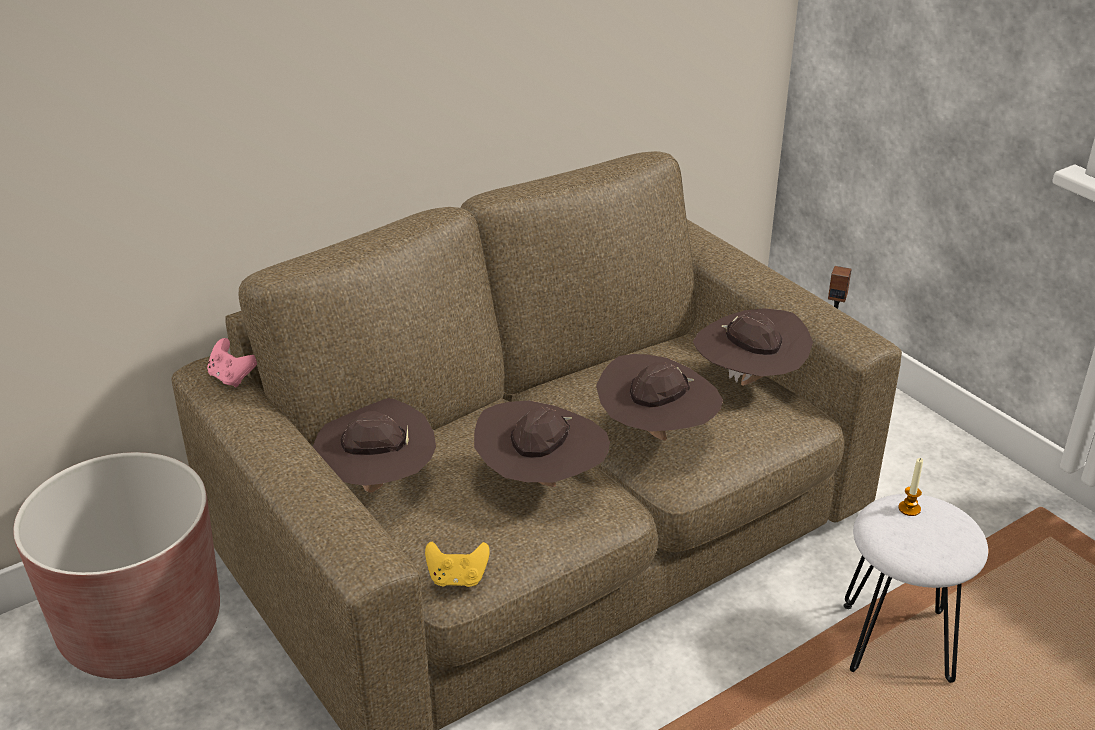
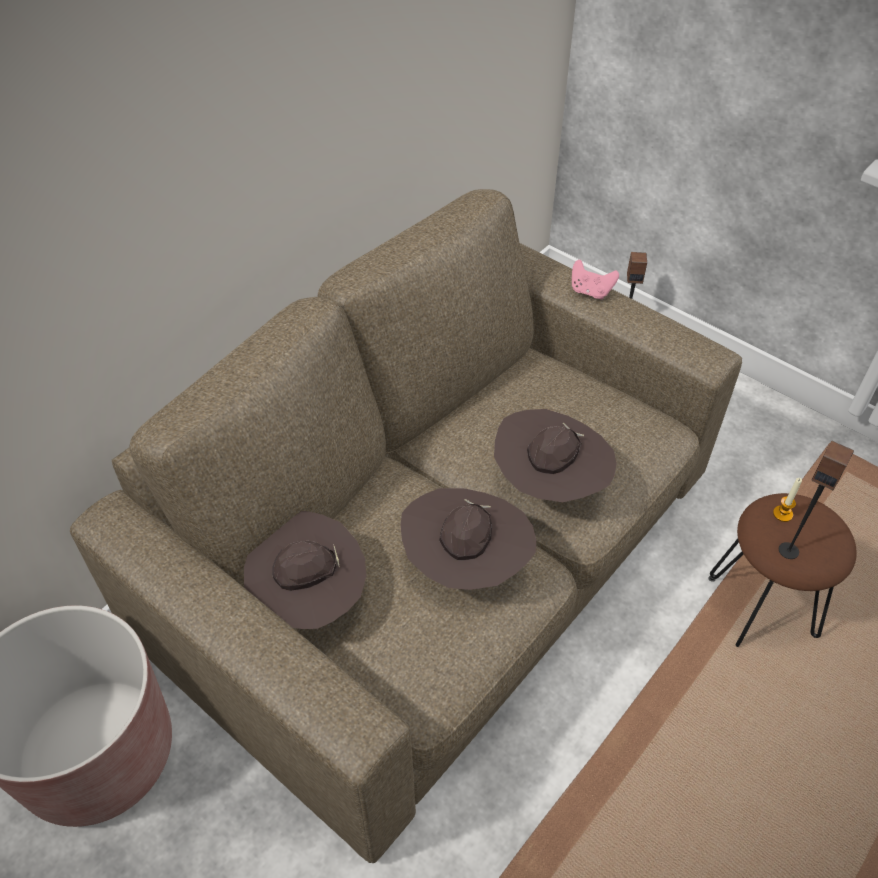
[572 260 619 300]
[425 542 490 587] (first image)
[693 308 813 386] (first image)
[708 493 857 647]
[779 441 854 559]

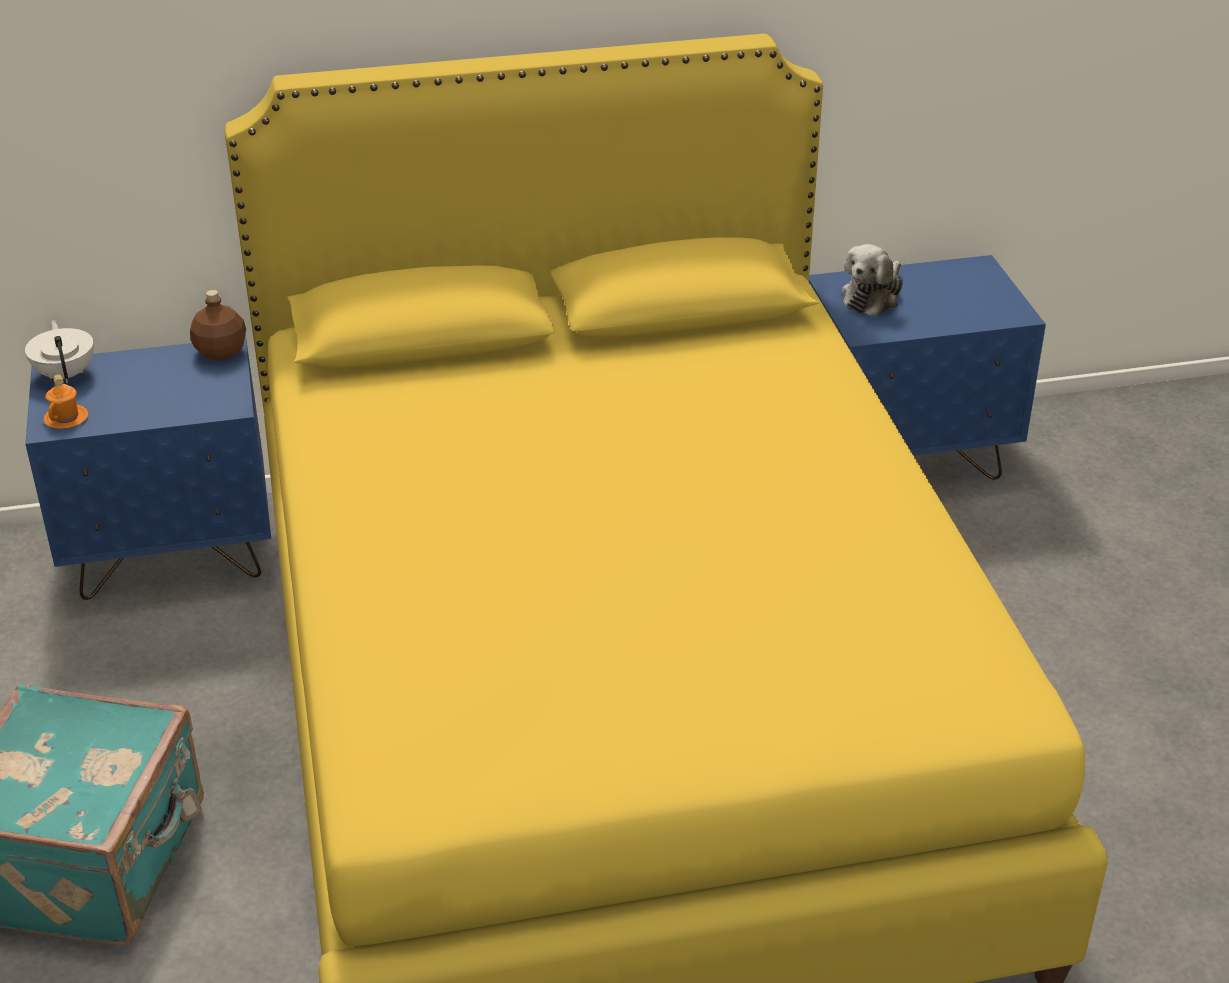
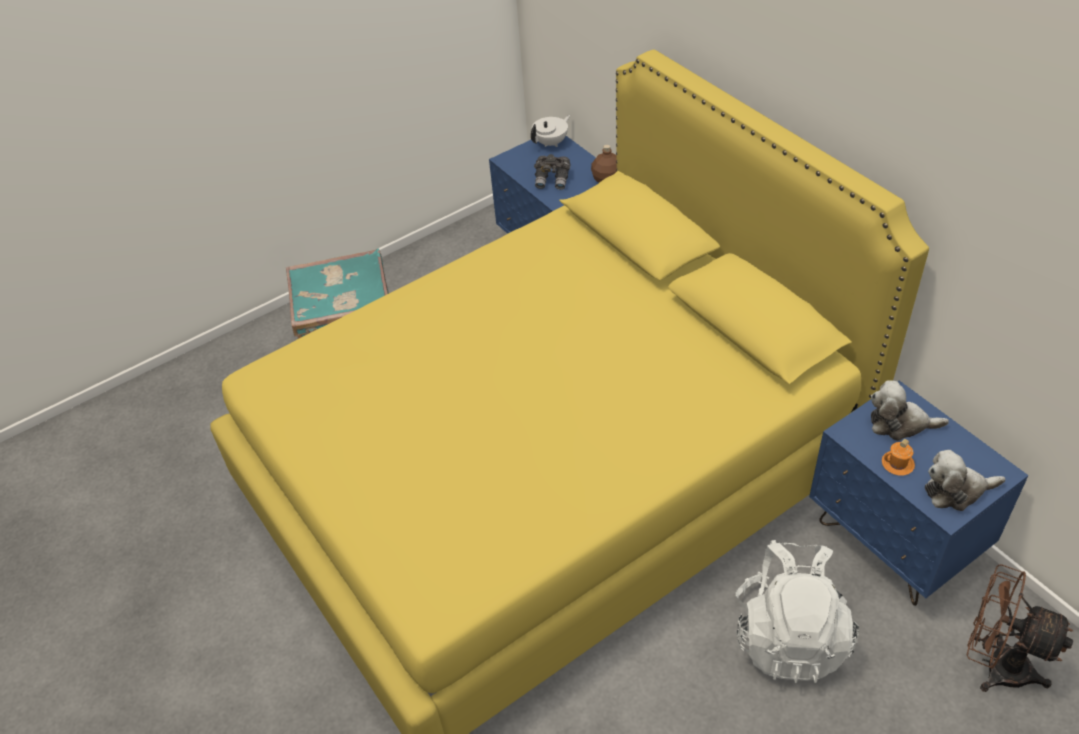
[882 439 915 476]
[534 154 571 190]
[736 540 859 683]
[925 450 1006 511]
[967 564 1073 692]

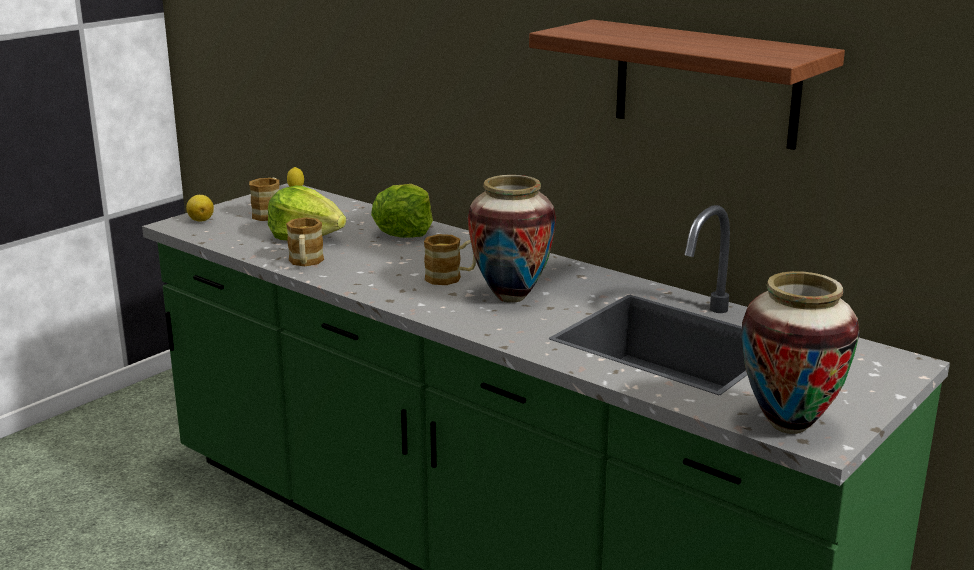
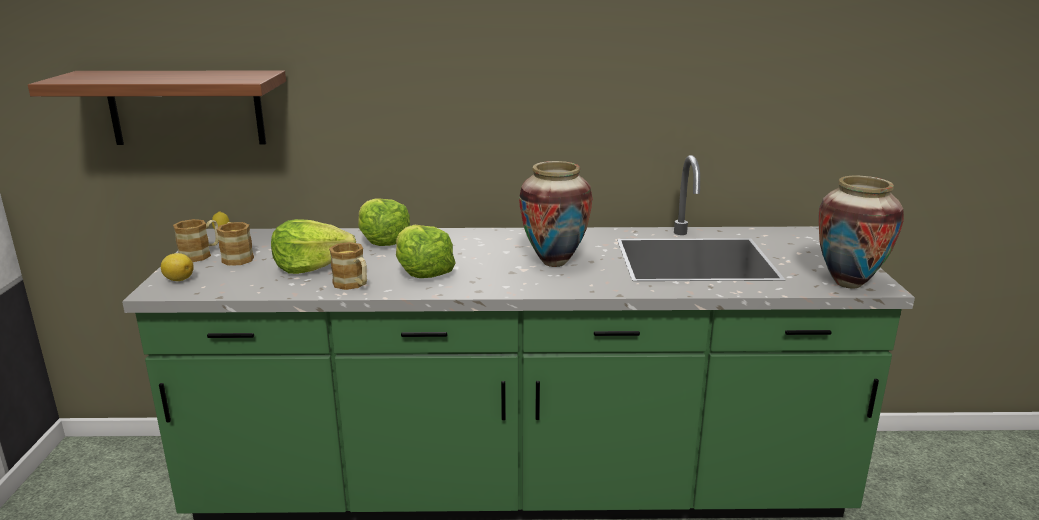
[173 219 219 262]
[28 70 286 145]
[396 225 456 278]

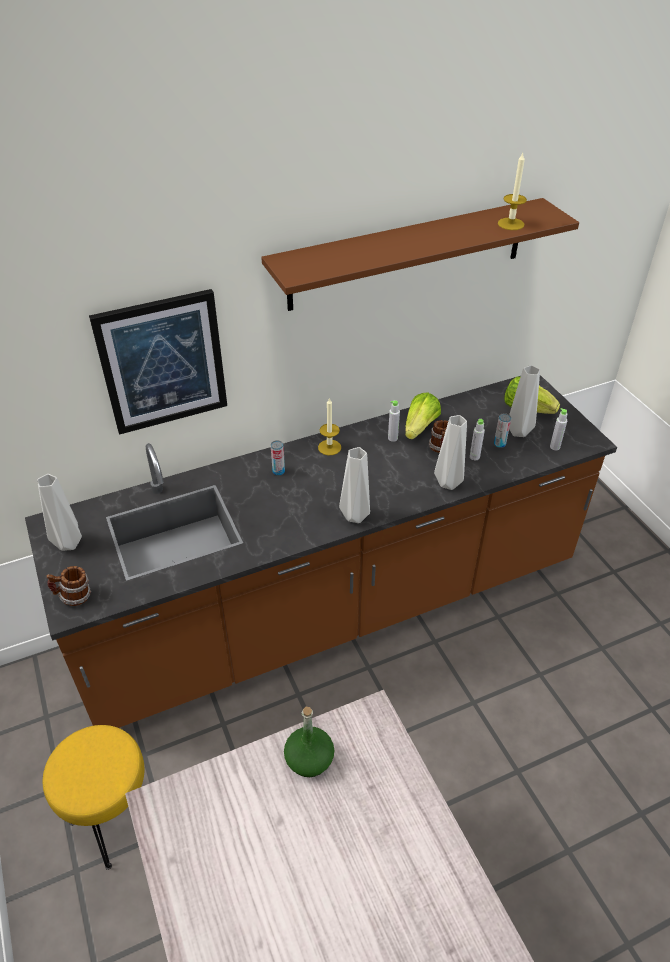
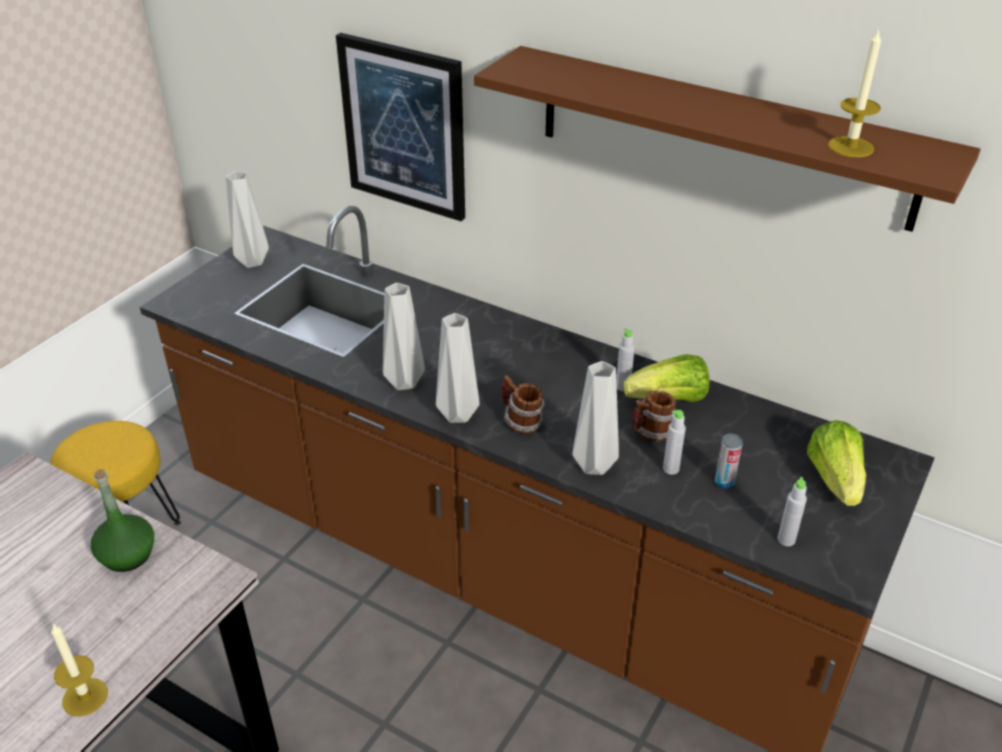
[501 375 545 434]
[271 440 285 476] (first image)
[51 624 108 717]
[383 283 425 390]

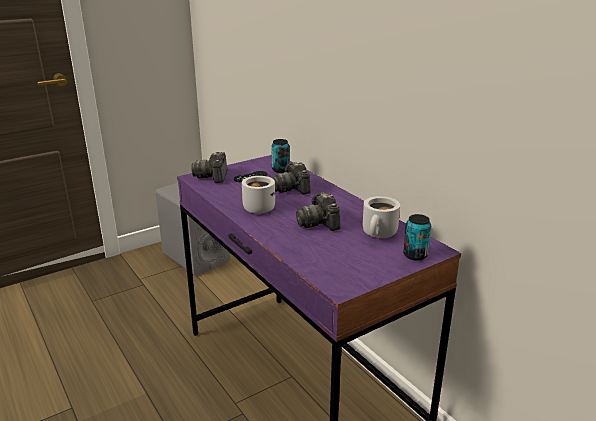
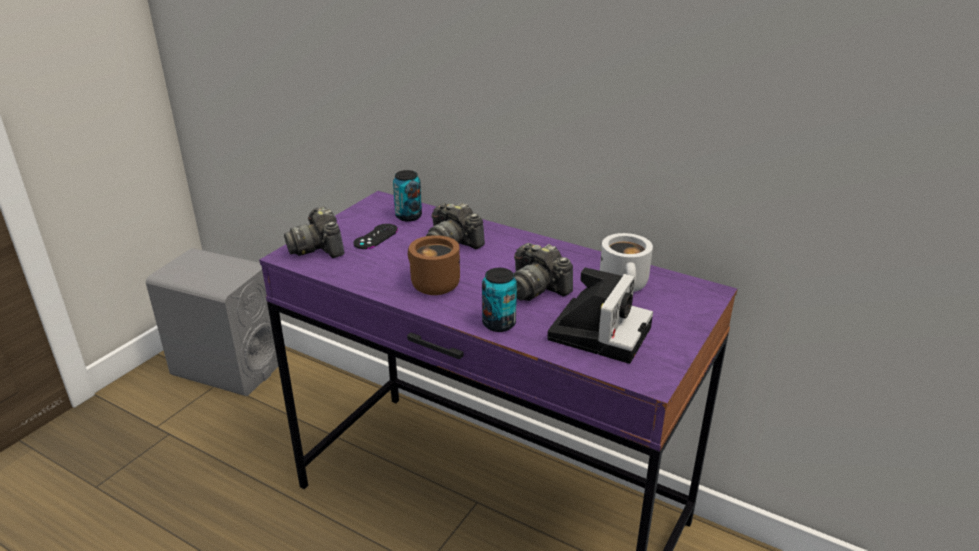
[408 235 460 295]
[482 268 517 332]
[547 267 653 364]

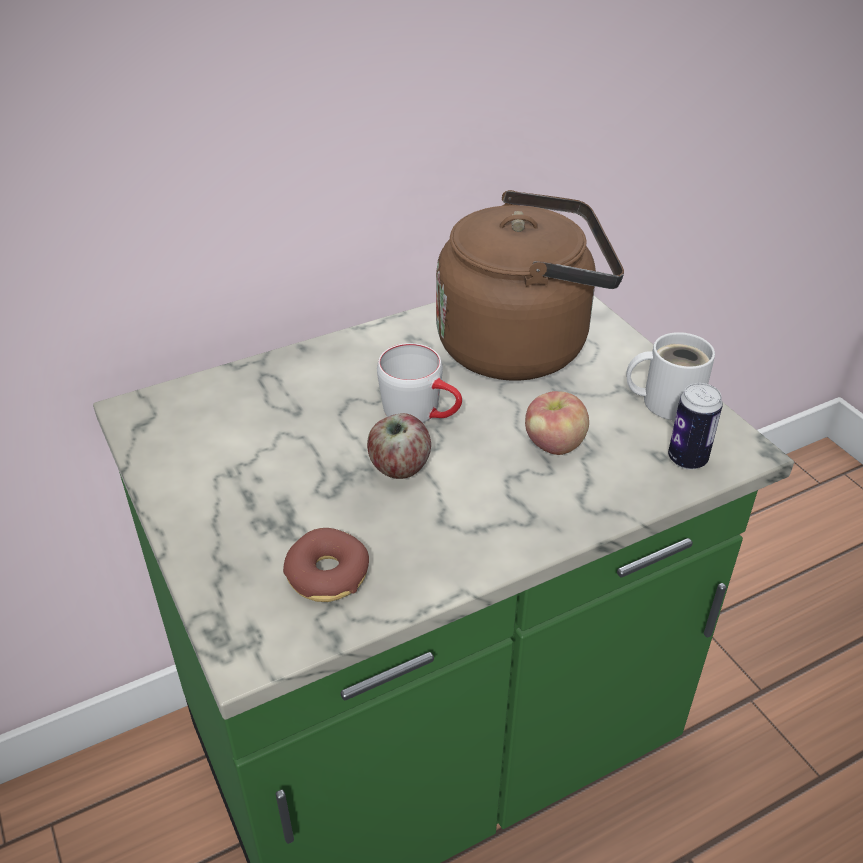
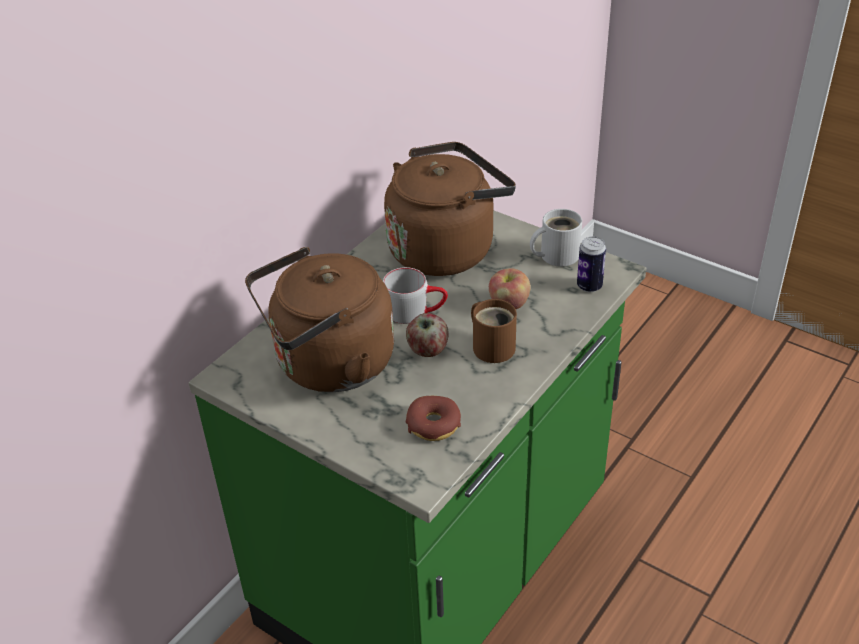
[245 247 394 392]
[471 299 517 363]

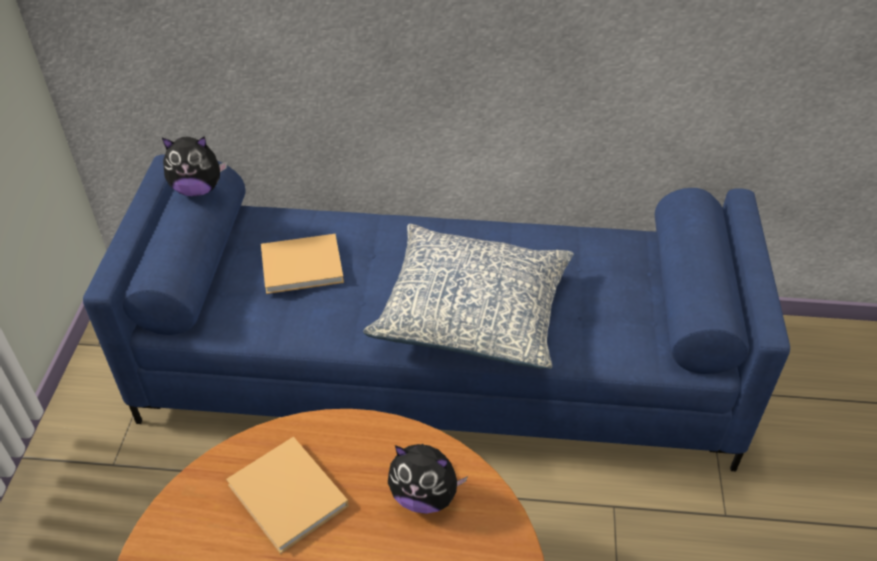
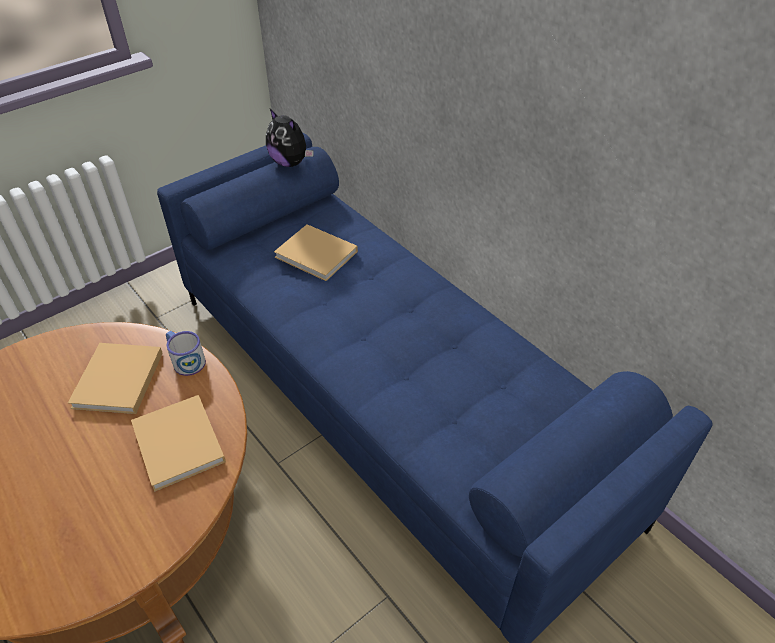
[363 224 574 369] (first image)
[131 395 226 492]
[166 331 206 376]

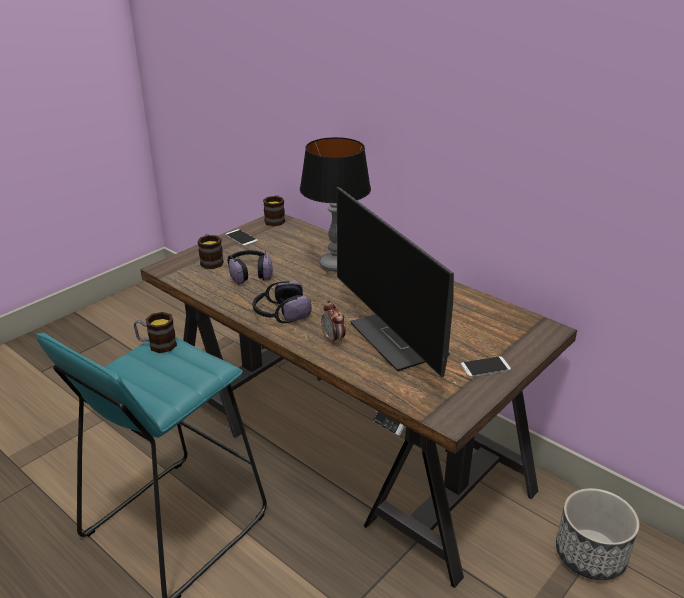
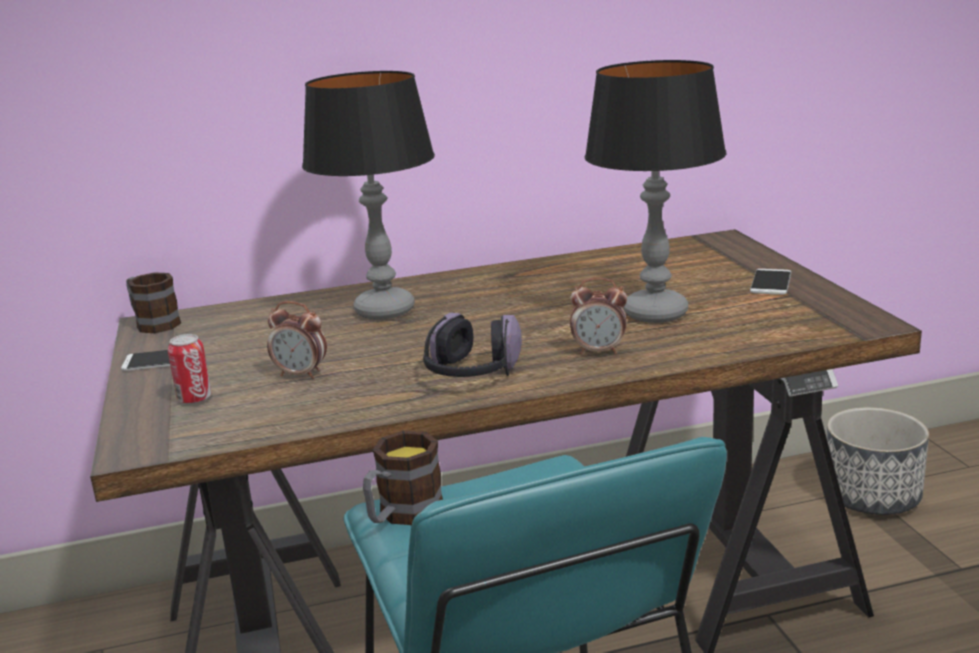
[168 334 212 404]
[267 301 327 379]
[585 60 726 323]

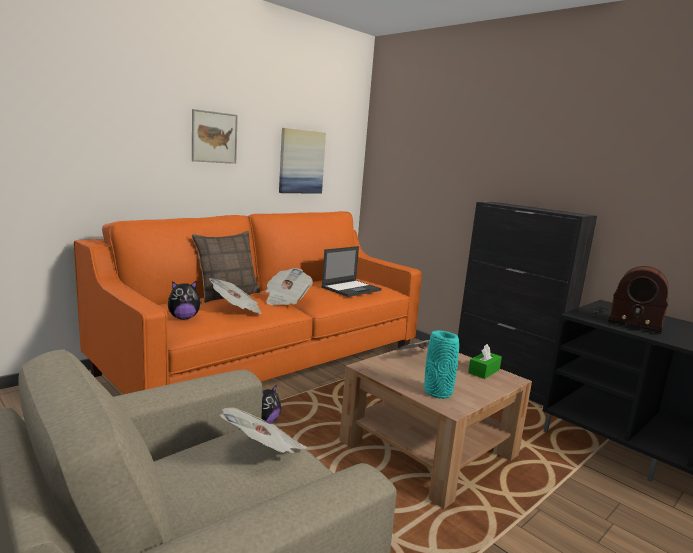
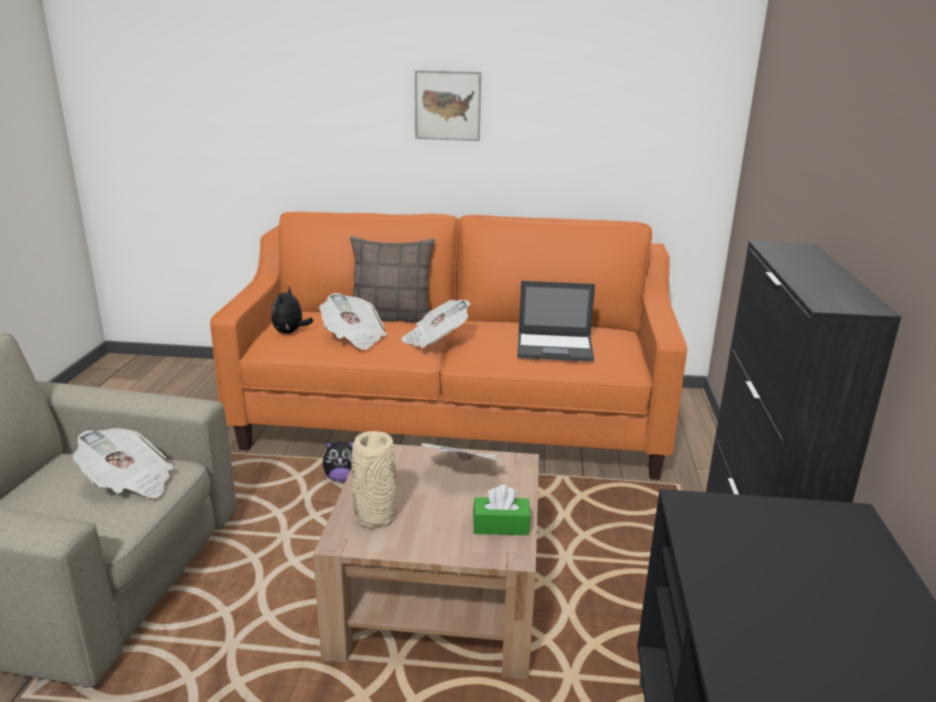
[271 287 313 334]
[279 128 326 194] (first image)
[351 431 396 528]
[593 266 669 334] (first image)

